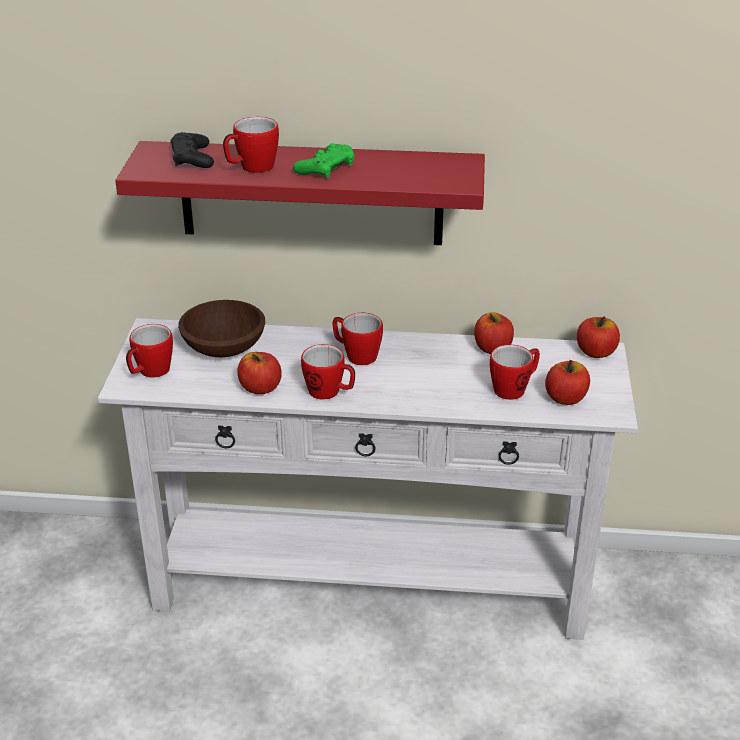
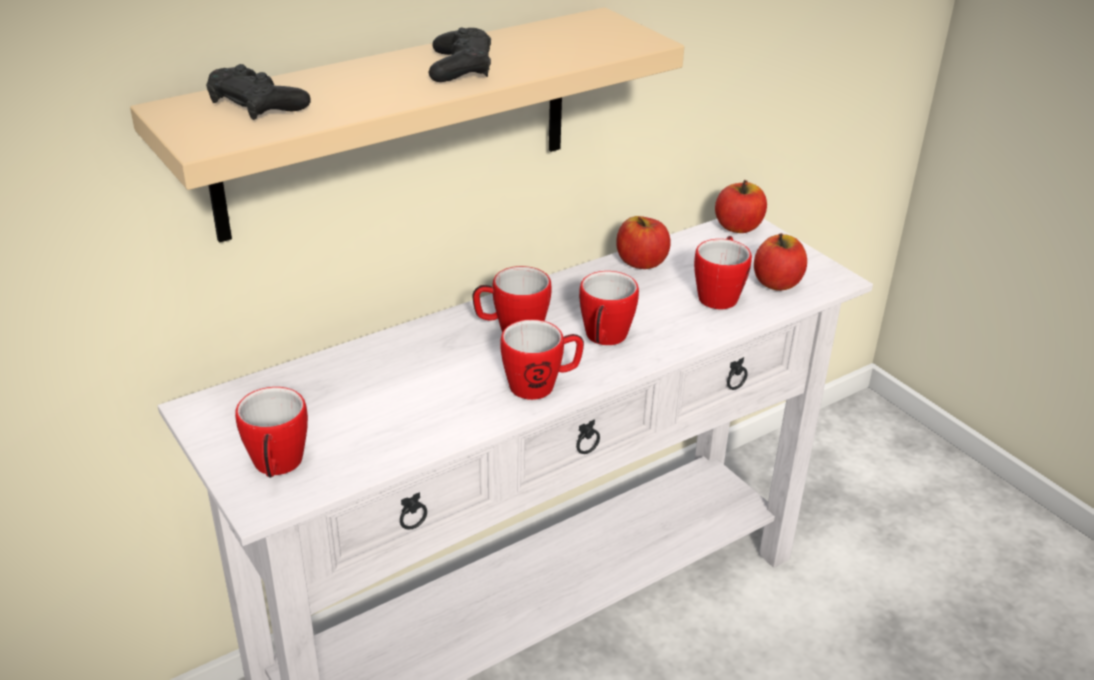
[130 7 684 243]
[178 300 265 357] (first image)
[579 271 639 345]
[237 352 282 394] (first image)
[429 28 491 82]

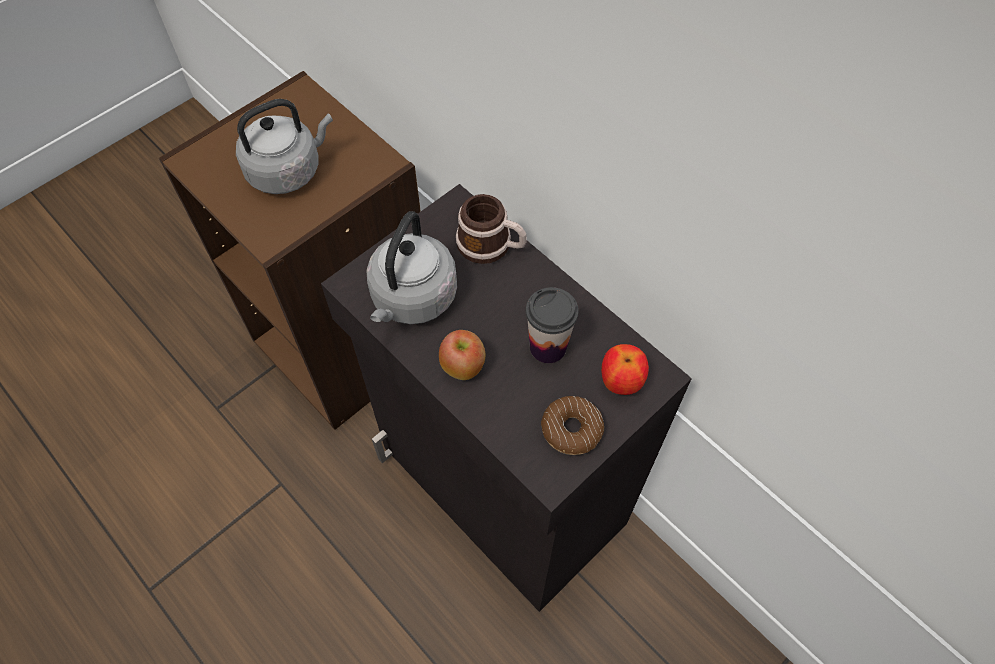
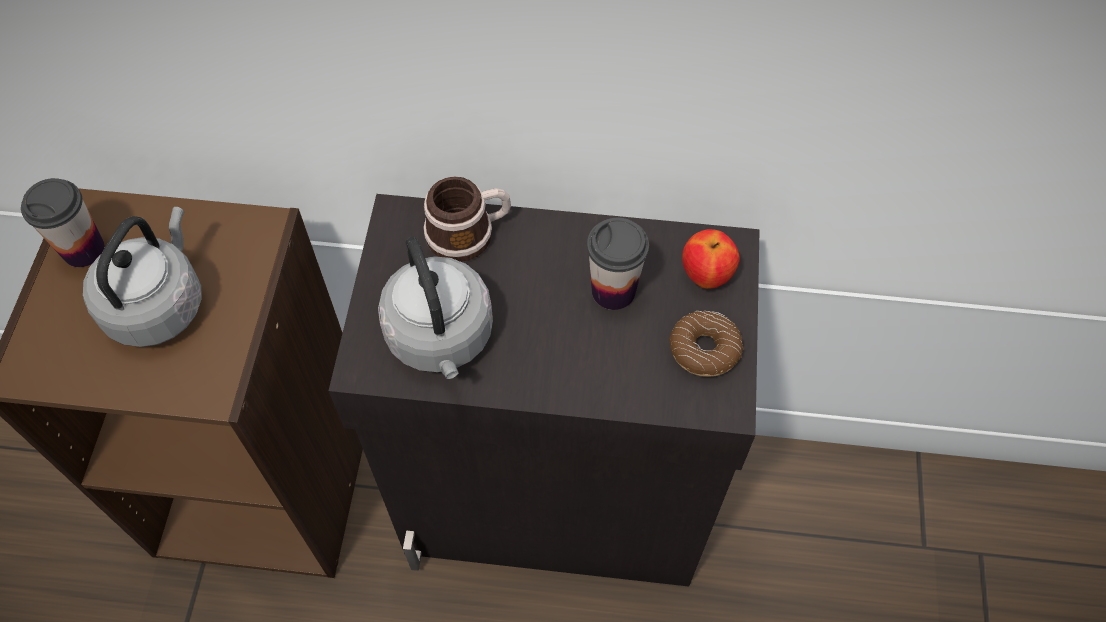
[439 330 485 380] (first image)
[21 178 105 267]

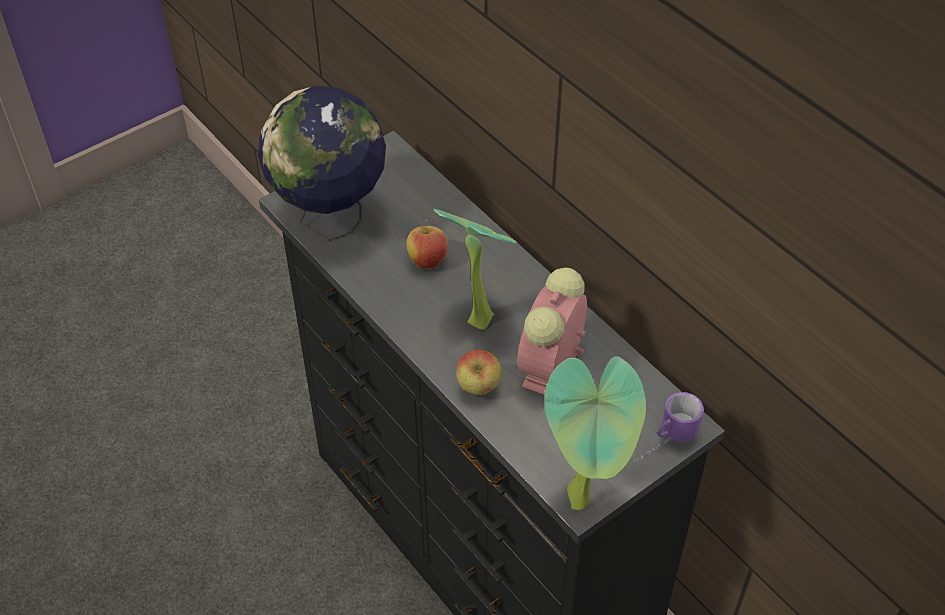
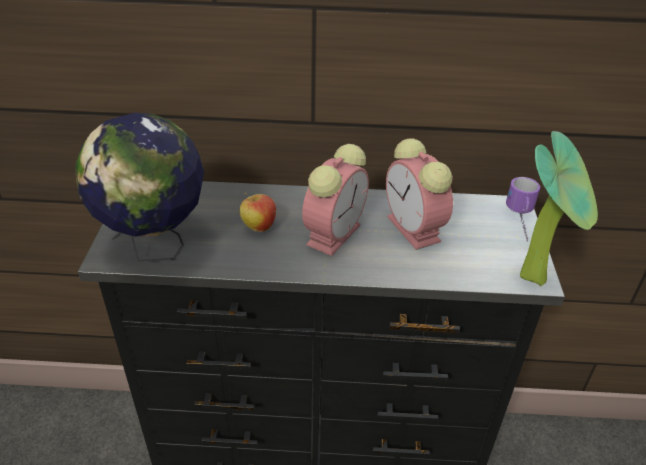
[302 144 369 256]
[456 350 501 395] (first image)

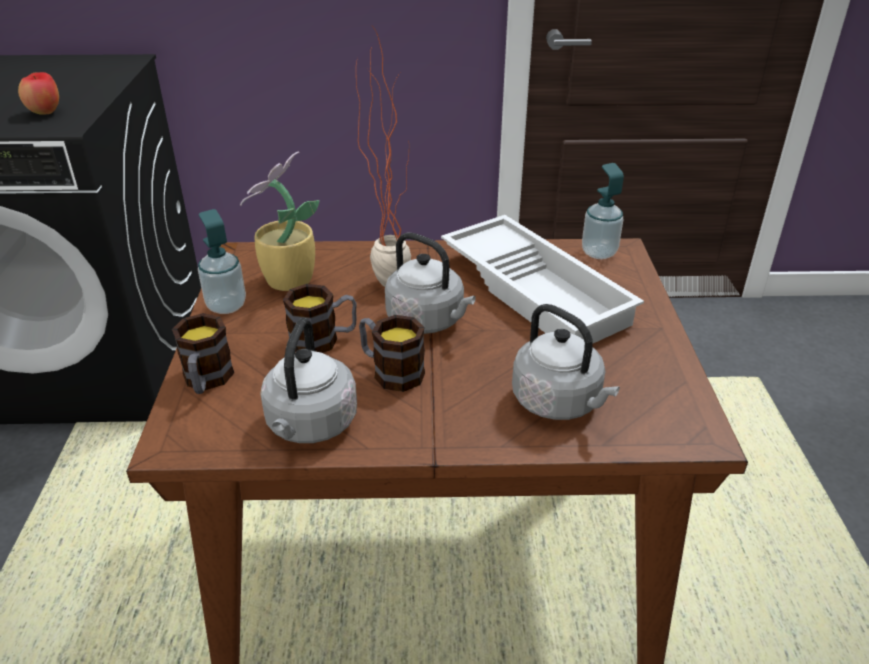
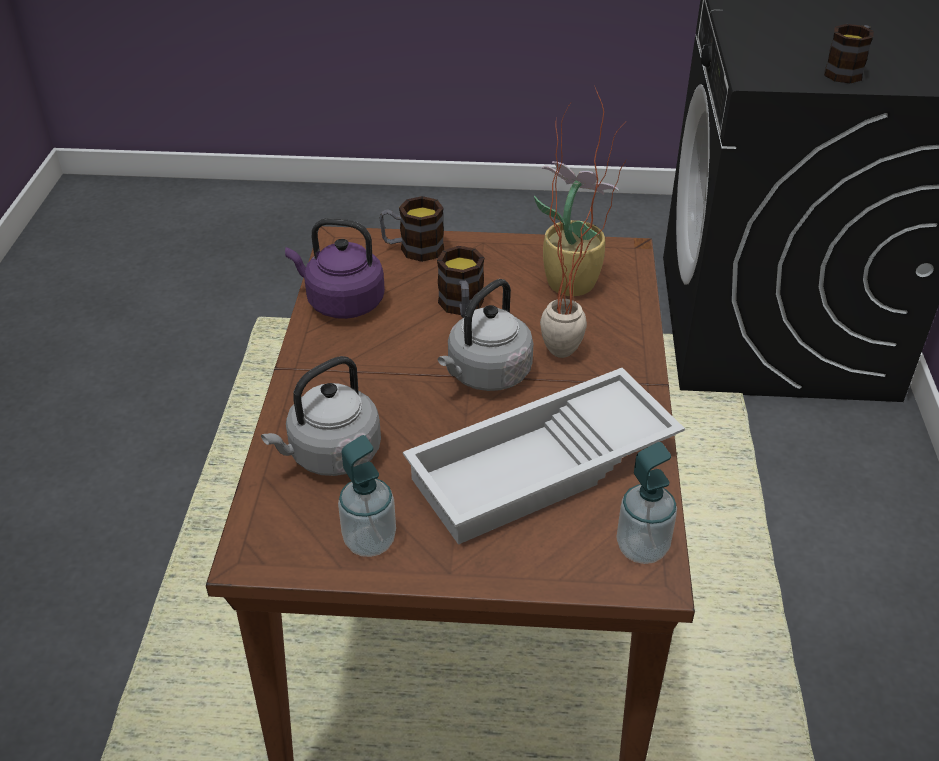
[18 72 59 115] (first image)
[338 435 396 557]
[285 218 385 319]
[824 24 874 83]

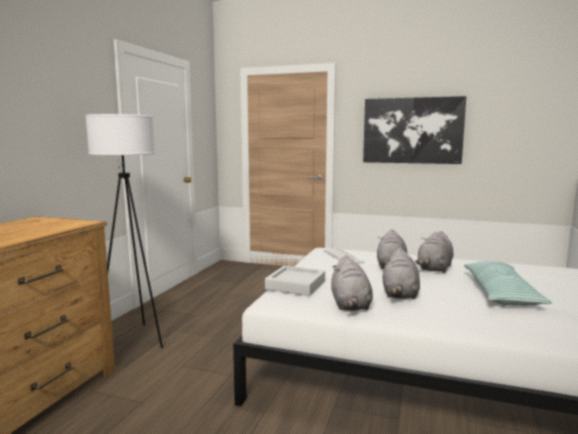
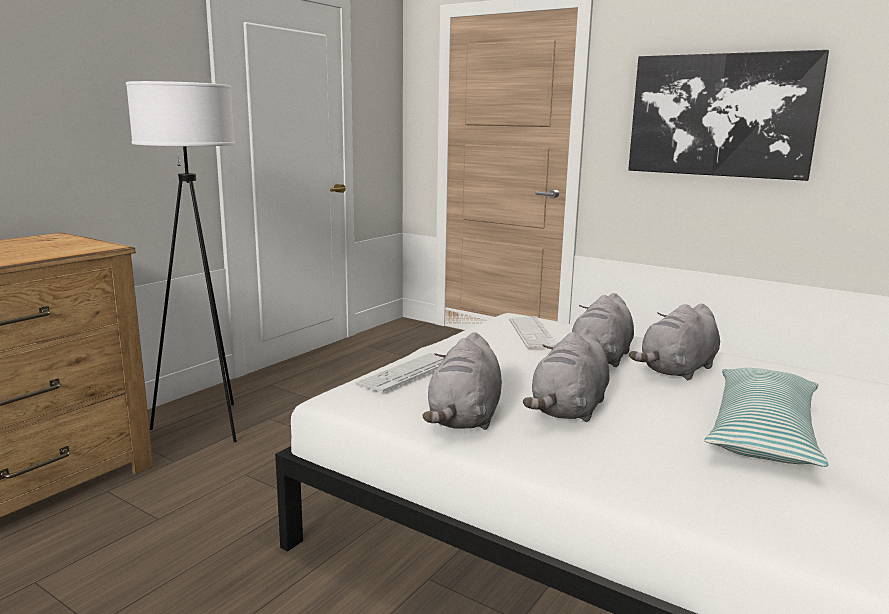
[355 353 444 392]

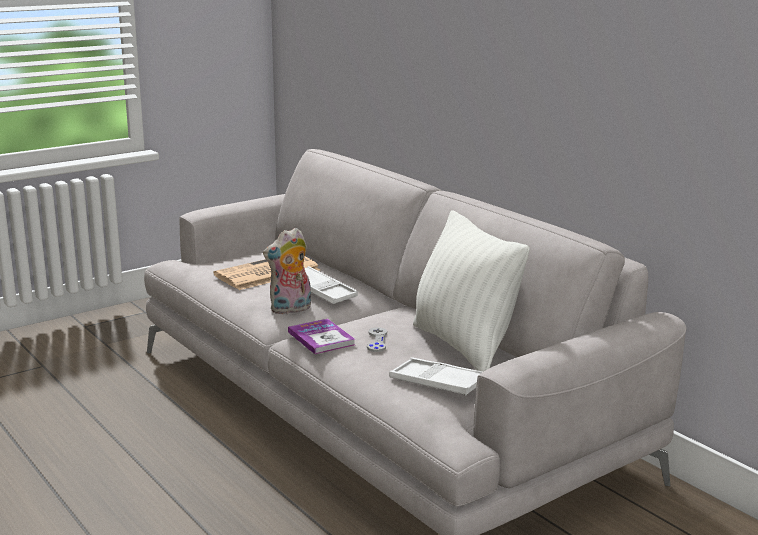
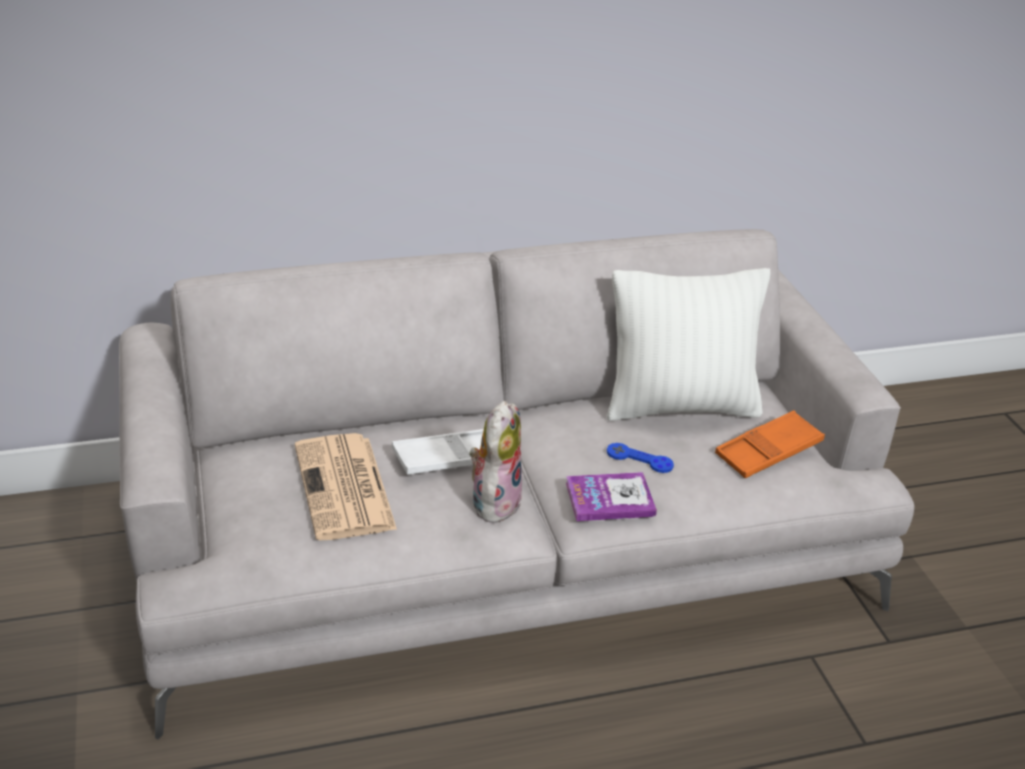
[469 401 522 526]
[607 443 674 473]
[715 410 825 478]

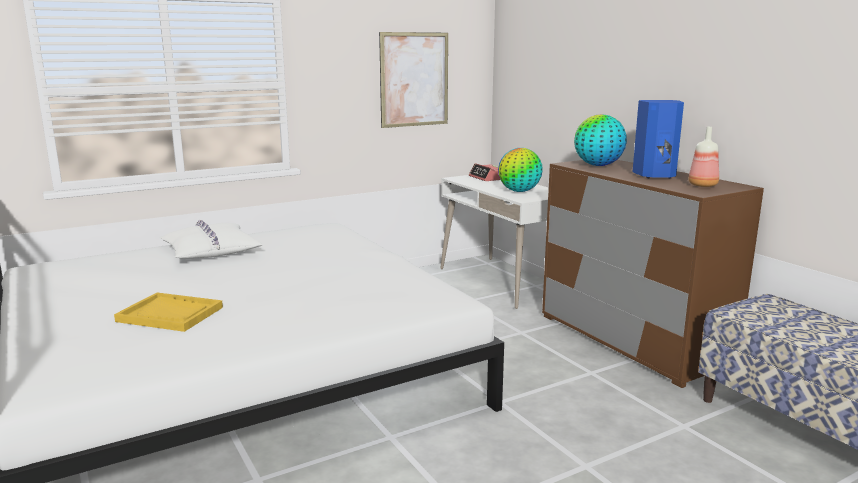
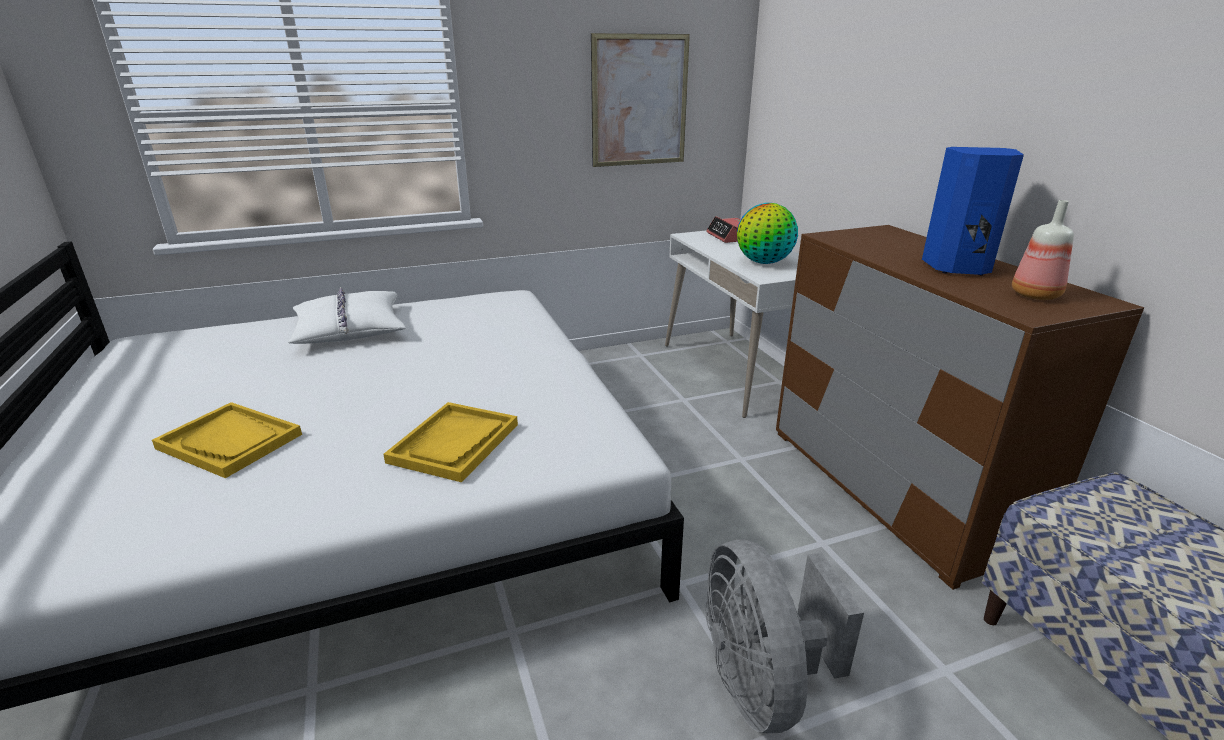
[574 115 627 166] (first image)
[383 402 518 482]
[705 540 864 733]

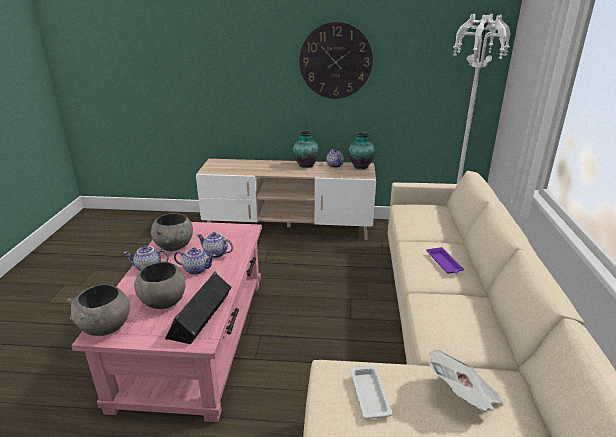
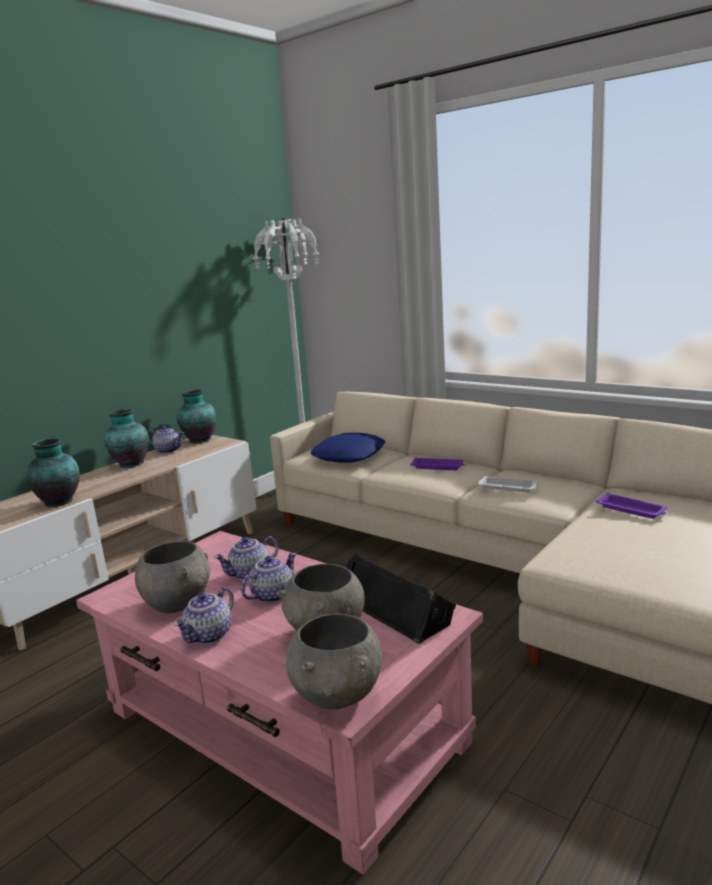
[299 22 373 99] (first image)
[478 476 538 493]
[596 493 667 519]
[26 438 80 507]
[311 433 385 463]

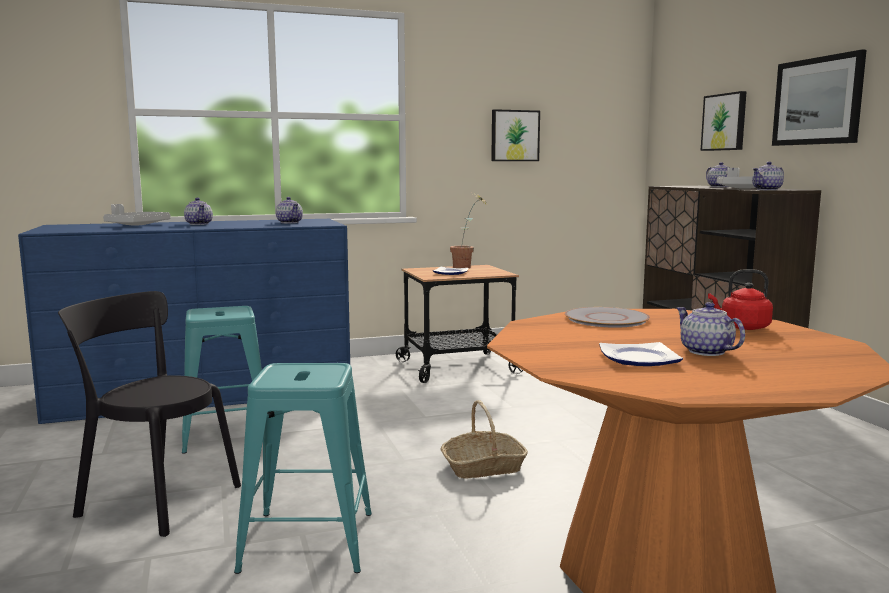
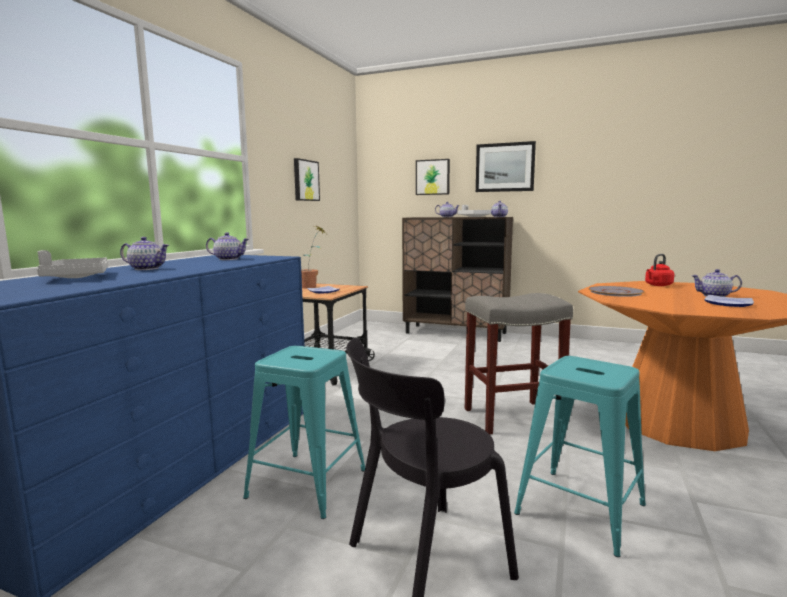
[465 293 573 434]

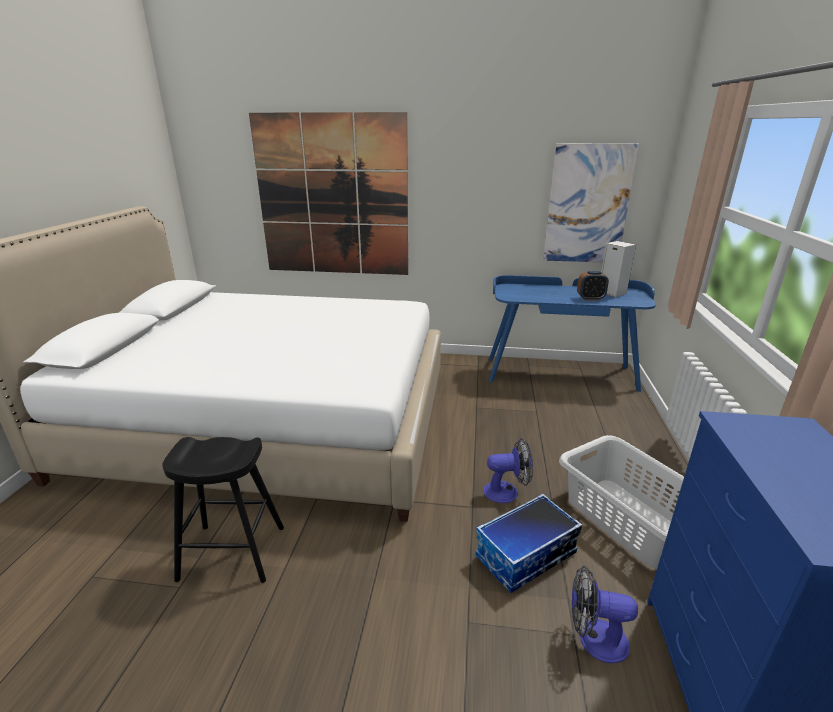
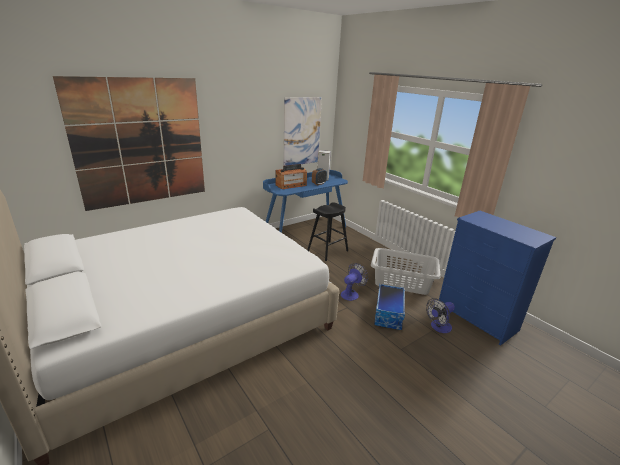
[307 202 348 261]
[275 164 307 189]

